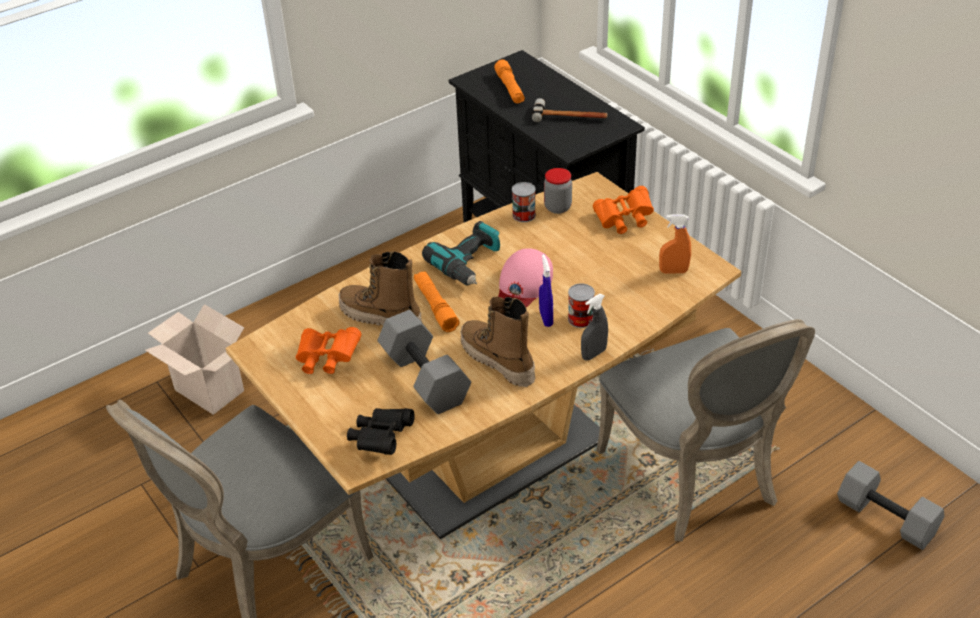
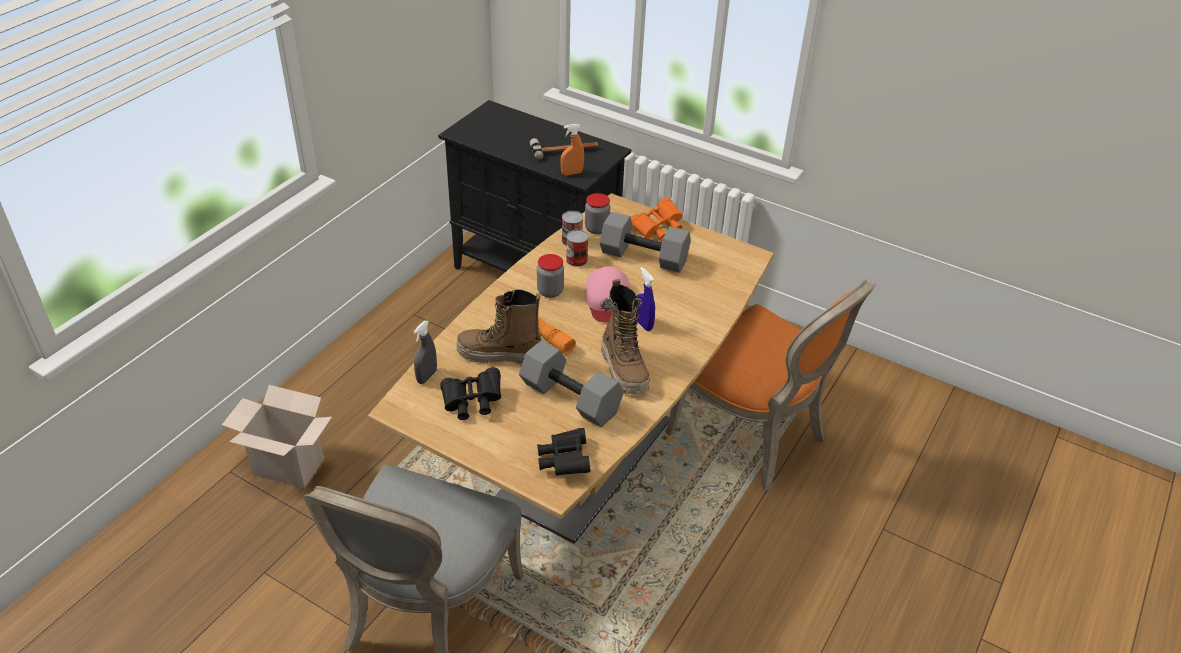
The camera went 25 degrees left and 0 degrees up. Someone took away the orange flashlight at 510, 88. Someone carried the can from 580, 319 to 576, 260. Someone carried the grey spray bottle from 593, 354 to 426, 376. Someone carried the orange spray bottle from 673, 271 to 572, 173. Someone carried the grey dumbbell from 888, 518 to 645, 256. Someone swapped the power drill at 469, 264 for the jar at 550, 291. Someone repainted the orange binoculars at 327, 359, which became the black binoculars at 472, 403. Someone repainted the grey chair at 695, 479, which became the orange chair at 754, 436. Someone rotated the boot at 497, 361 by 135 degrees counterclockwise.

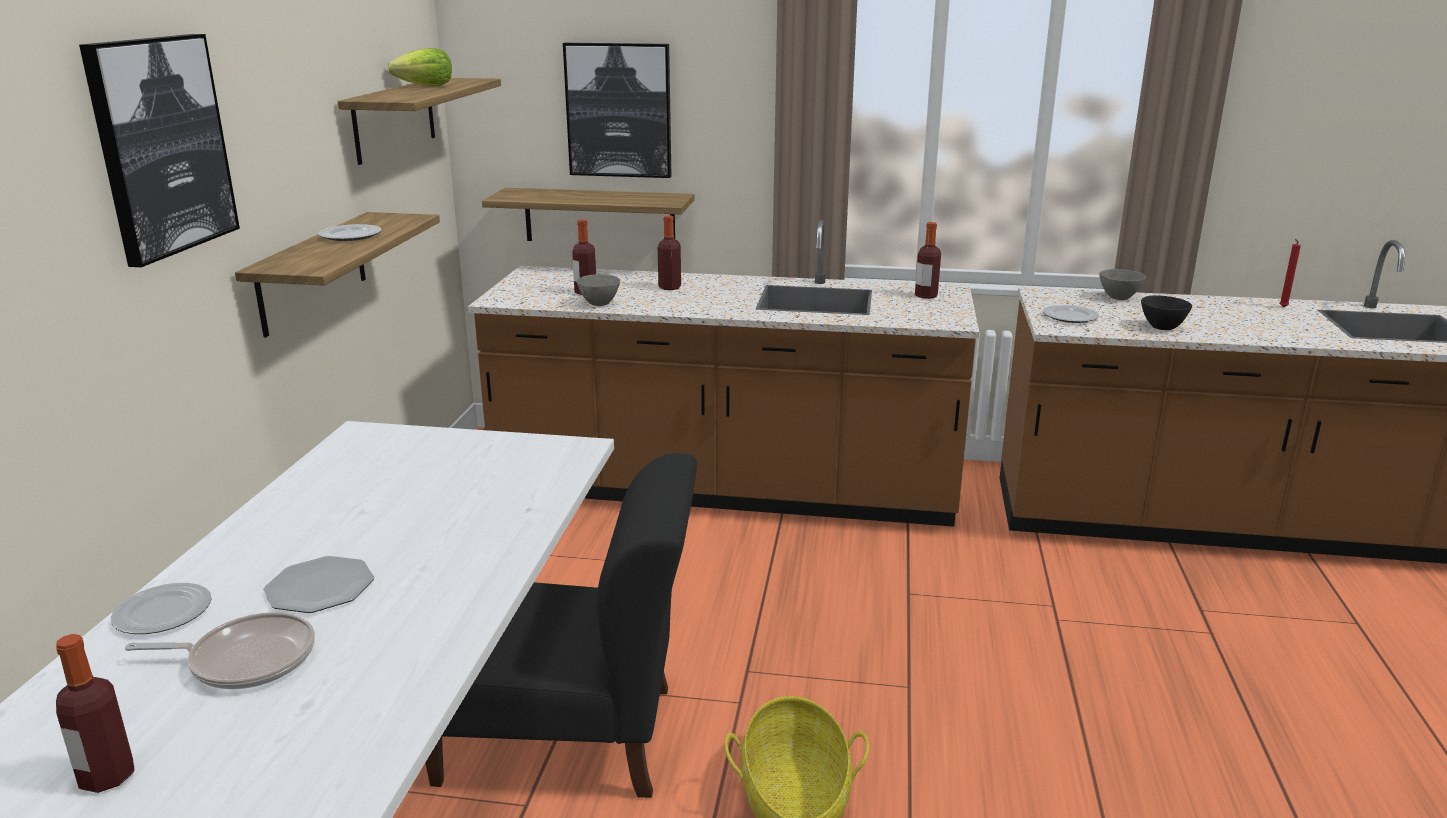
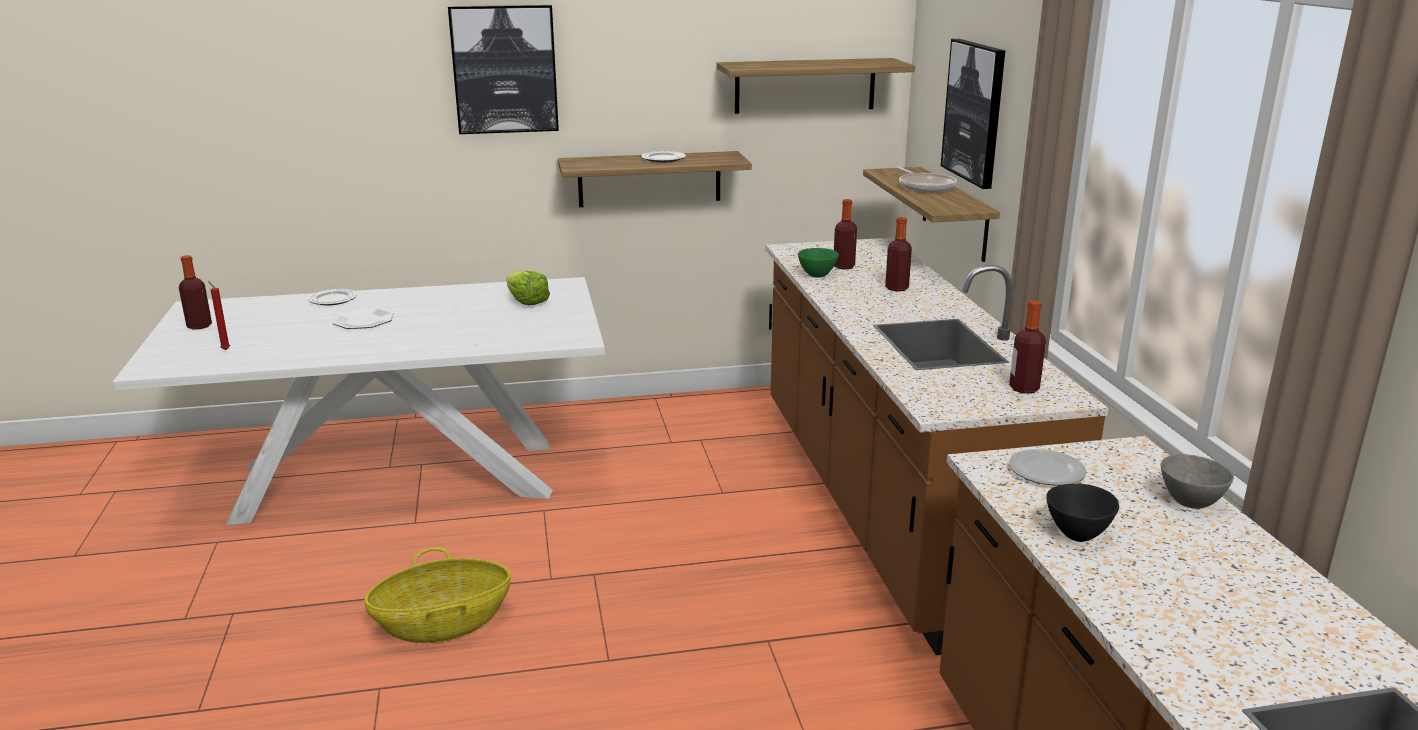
The camera went 70 degrees right and 0 degrees up. Someone took away the black chair at 568, 737. Someone carried the frying pan from 246, 660 to 924, 186. Someone carried the lettuce from 425, 86 to 527, 302. Someone carried the red candle from 1282, 307 to 225, 349. Someone repainted the grey bowl at 600, 304, which became the green bowl at 817, 275.

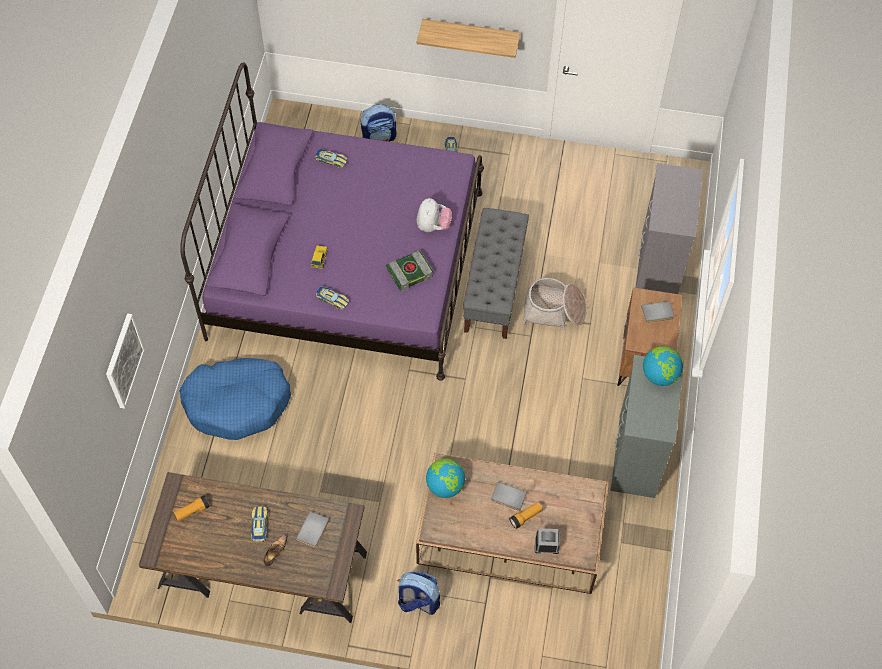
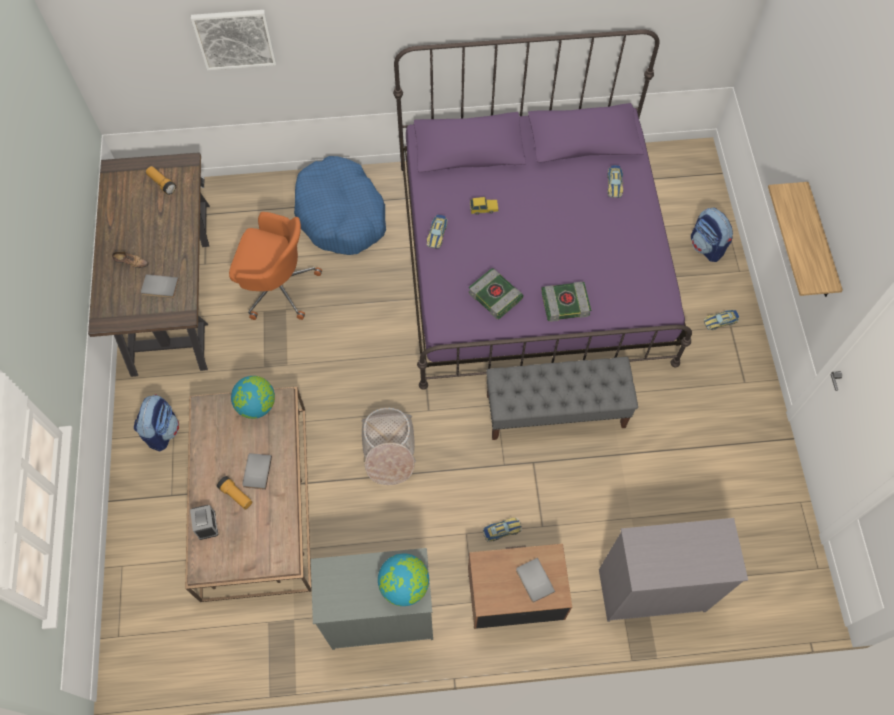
The camera went 75 degrees right and 5 degrees up. Someone put down the orange office chair at 277, 286. Someone carried the toy car from 259, 525 to 502, 530. Someone carried the basket from 554, 311 to 388, 450. Someone swapped the plush toy at 433, 226 for the book at 565, 303.

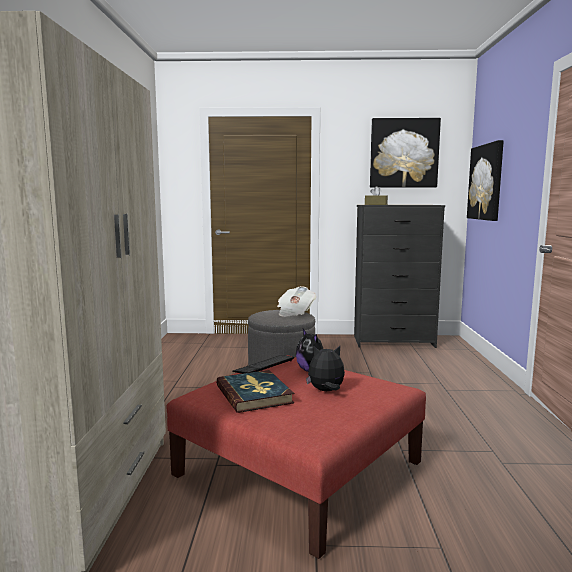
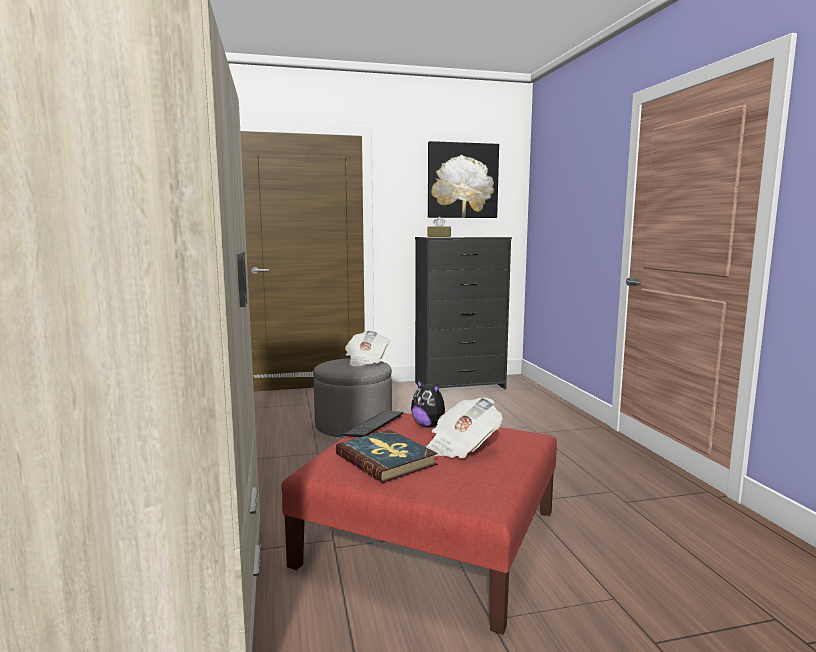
The camera went 15 degrees left and 0 degrees up. Someone took away the picture at 486, 182. Someone swapped the plush toy at 326, 391 for the newspaper at 461, 447.

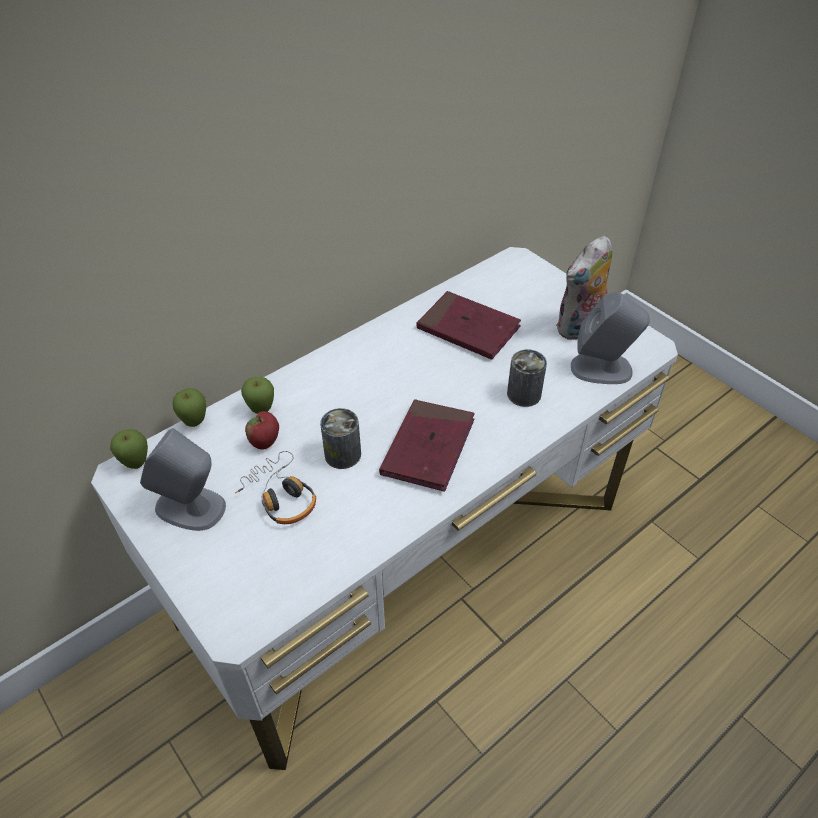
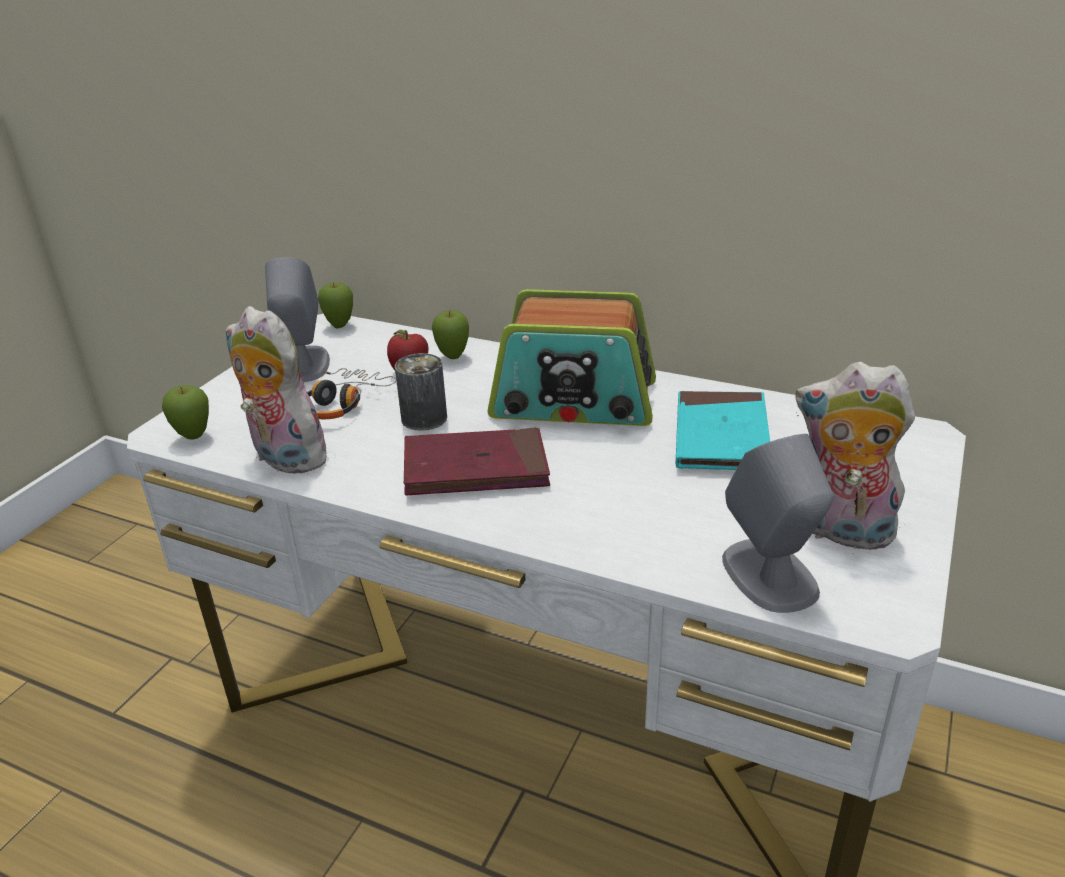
The camera went 65 degrees right and 15 degrees down. Someone took away the can at 524, 394. Someone put down the plush toy at 284, 458. Someone put down the radio at 574, 401. Someone carried the apple from 195, 423 to 194, 437. Someone repainted the red book at 468, 329, which became the turquoise book at 721, 437.

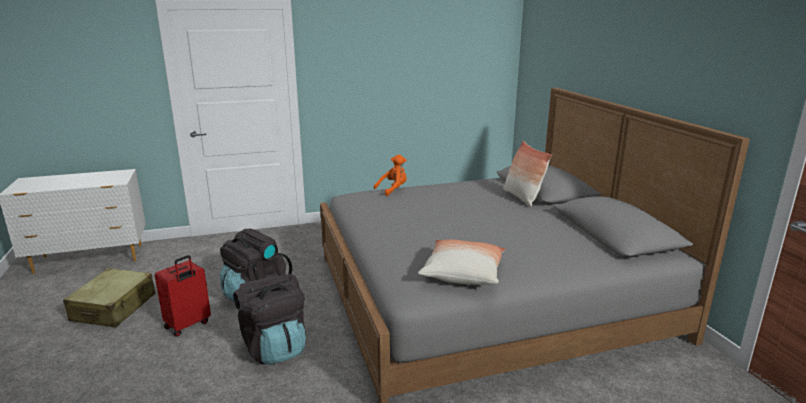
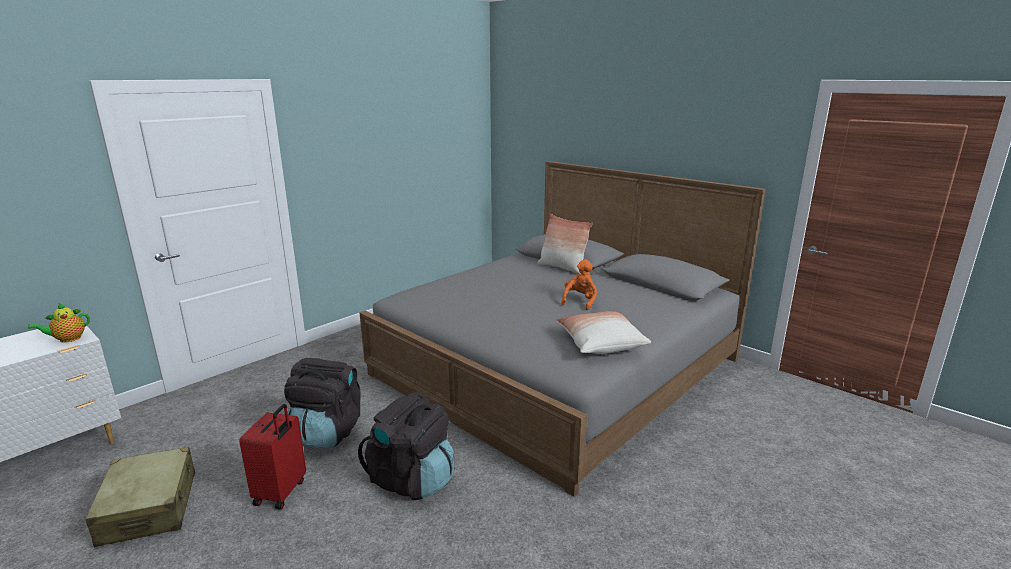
The camera went 30 degrees left and 0 degrees up. Someone put down the teapot at 67, 339. Someone carried the orange plush toy from 393, 190 to 580, 301.

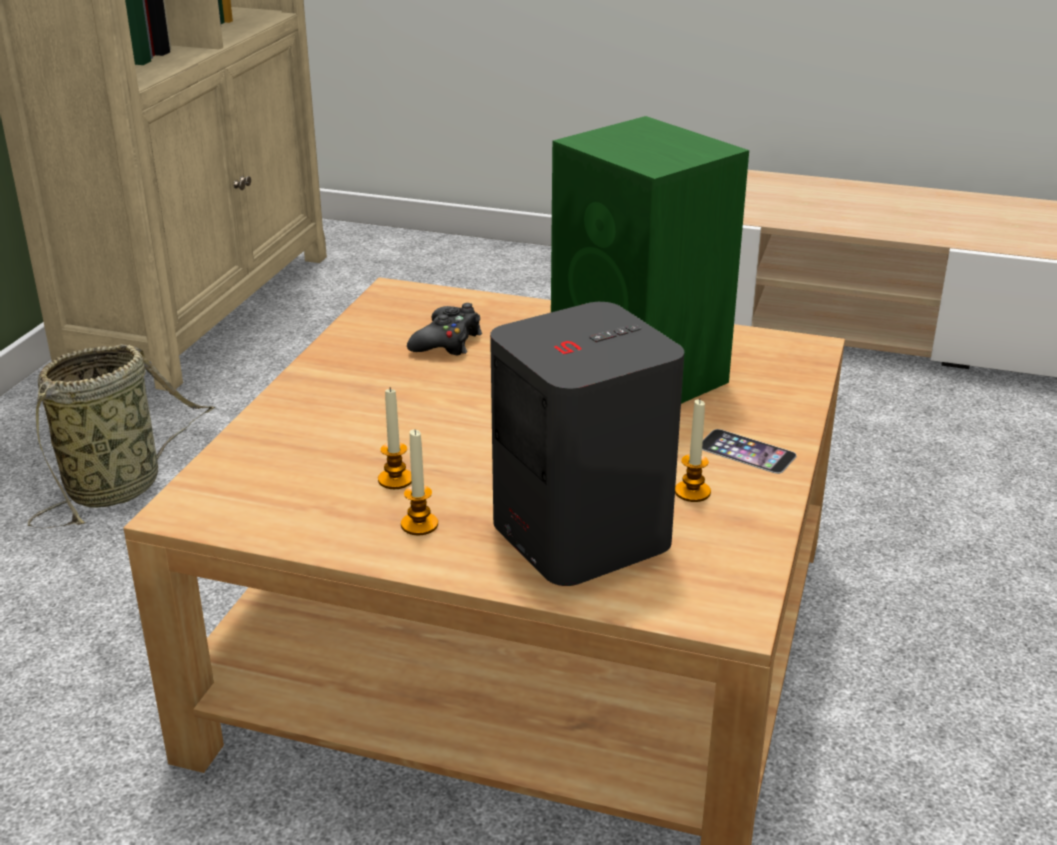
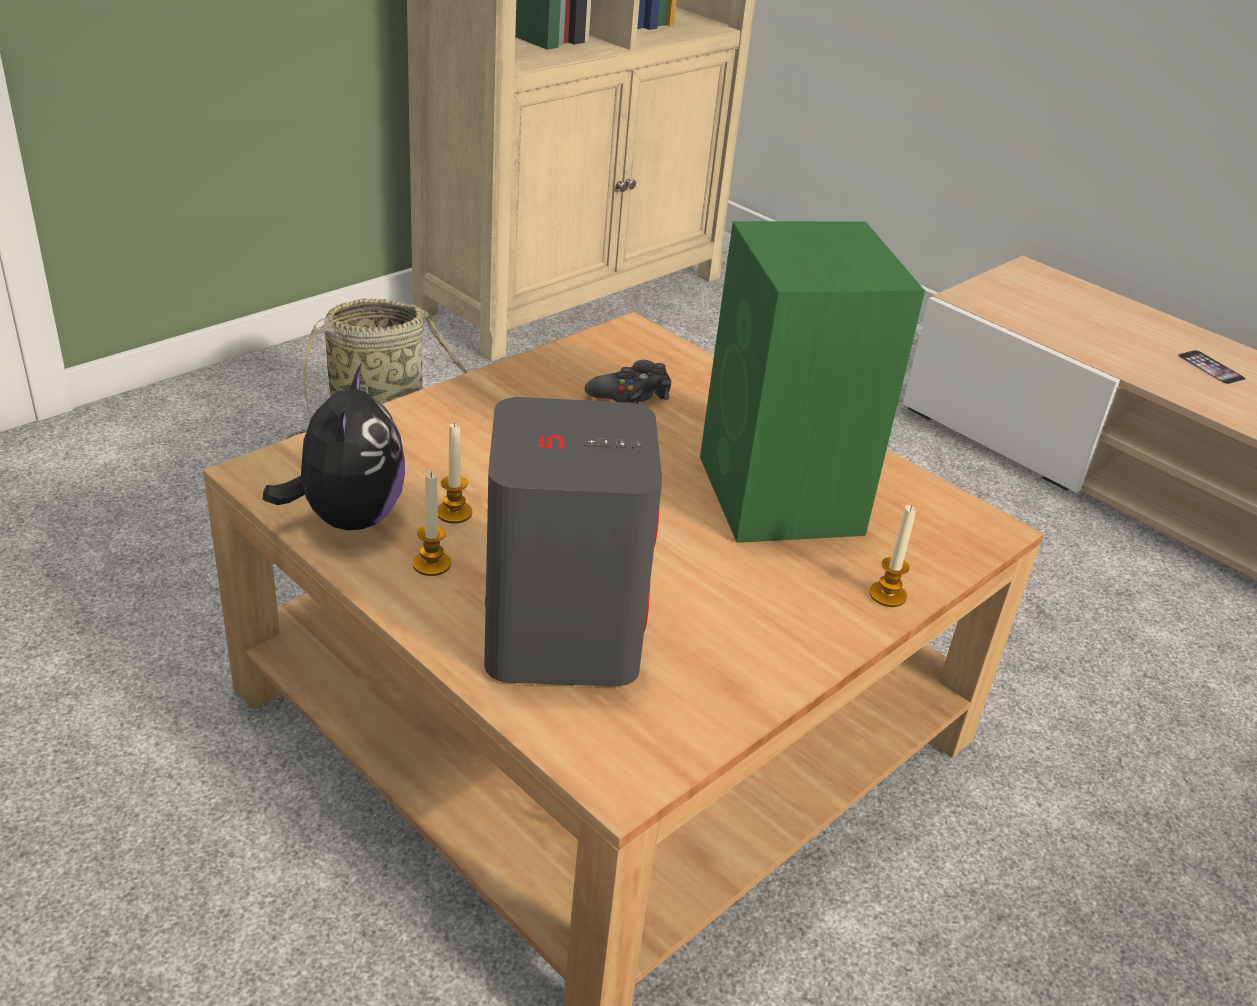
The camera went 25 degrees right and 5 degrees up. Someone put down the plush toy at 347, 518. Someone carried the candle from 692, 492 to 887, 595. Someone carried the phone from 746, 451 to 1211, 367.

